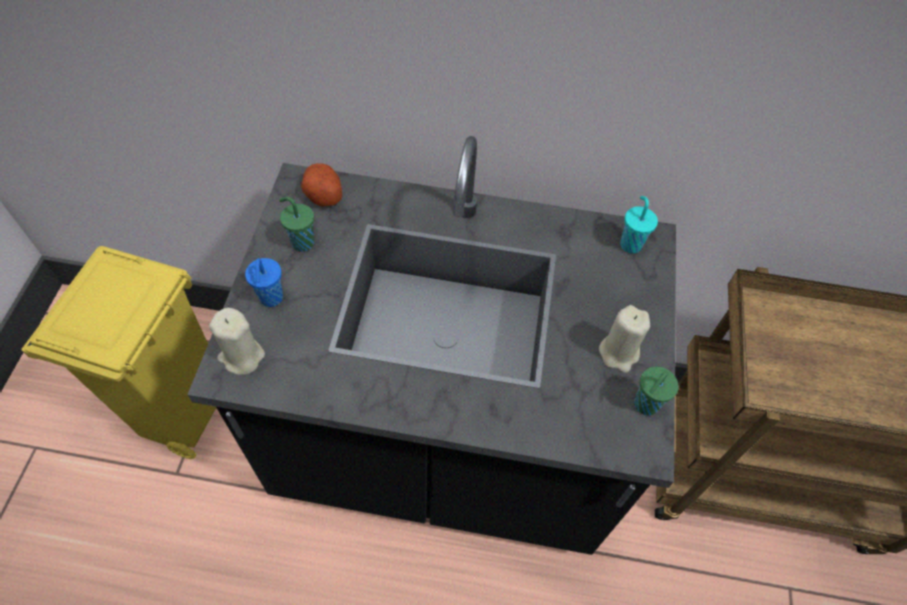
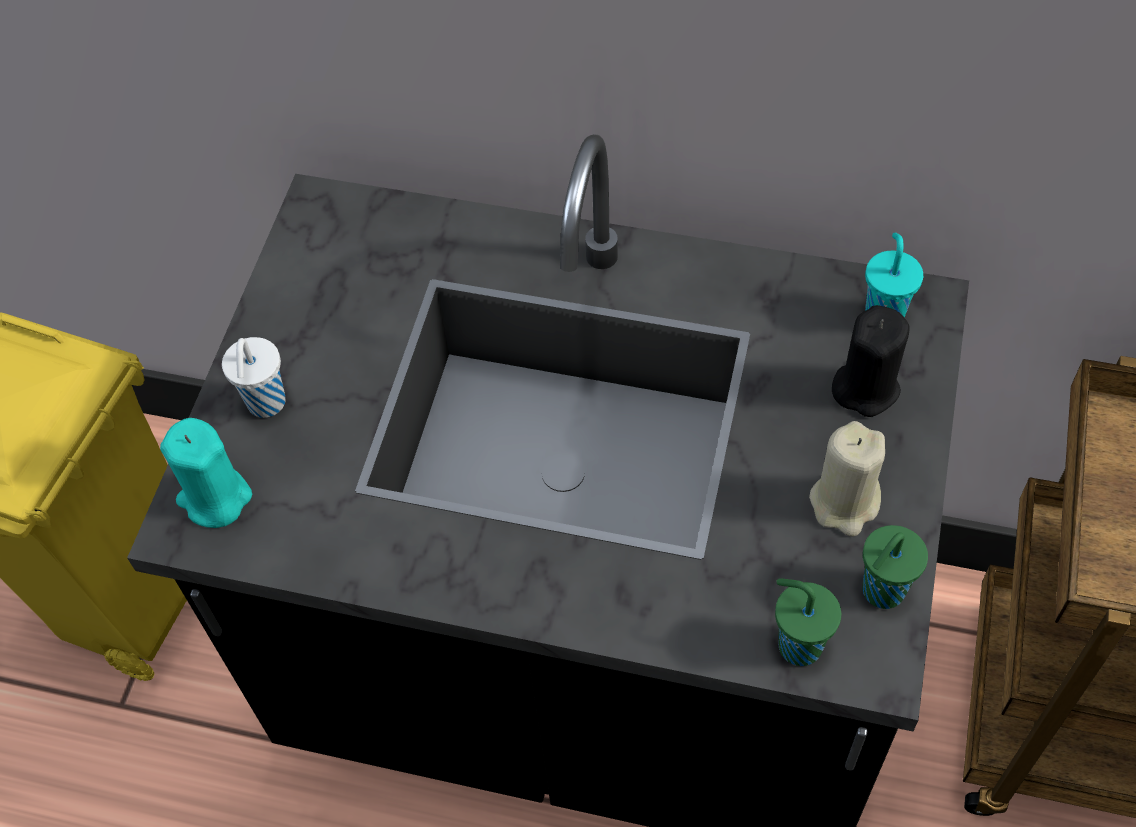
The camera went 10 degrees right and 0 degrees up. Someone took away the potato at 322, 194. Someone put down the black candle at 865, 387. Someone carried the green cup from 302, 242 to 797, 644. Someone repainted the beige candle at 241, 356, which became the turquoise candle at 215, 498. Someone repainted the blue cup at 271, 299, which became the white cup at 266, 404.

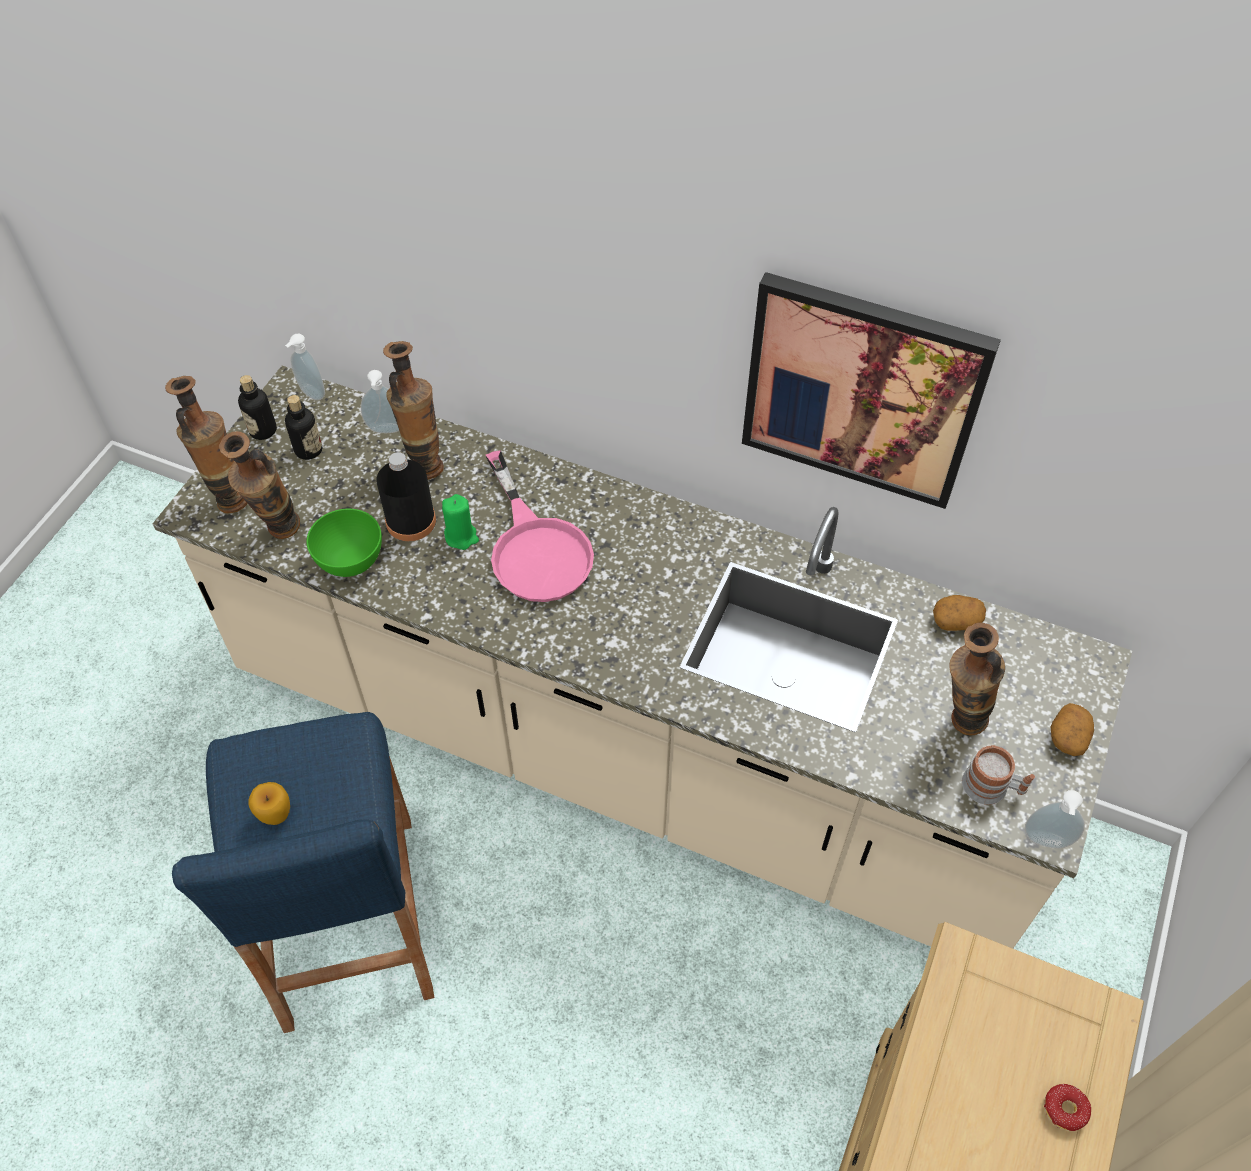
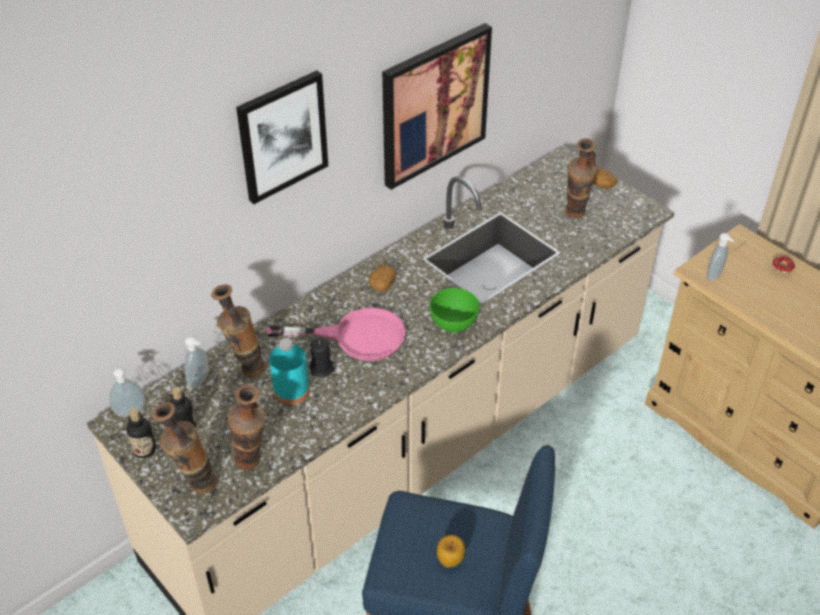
The camera went 65 degrees left and 10 degrees down. Someone took away the mug at 992, 787. Someone put up the picture at 282, 136. Someone carried the green bowl from 350, 560 to 453, 324. Someone carried the potato from 956, 620 to 382, 284. Someone carried the soap dispenser from 1046, 842 to 715, 276. Someone repainted the black bottle at 411, 521, which became the turquoise bottle at 291, 390. Someone repainted the green candle at 461, 536, which became the black candle at 322, 369.

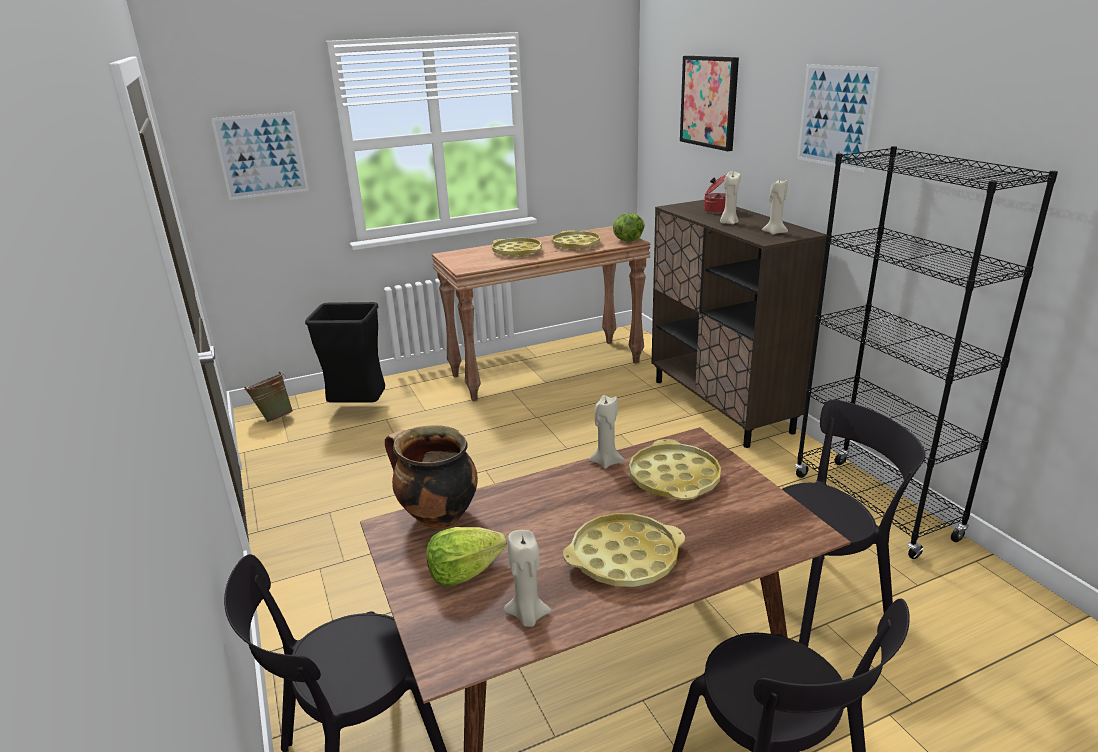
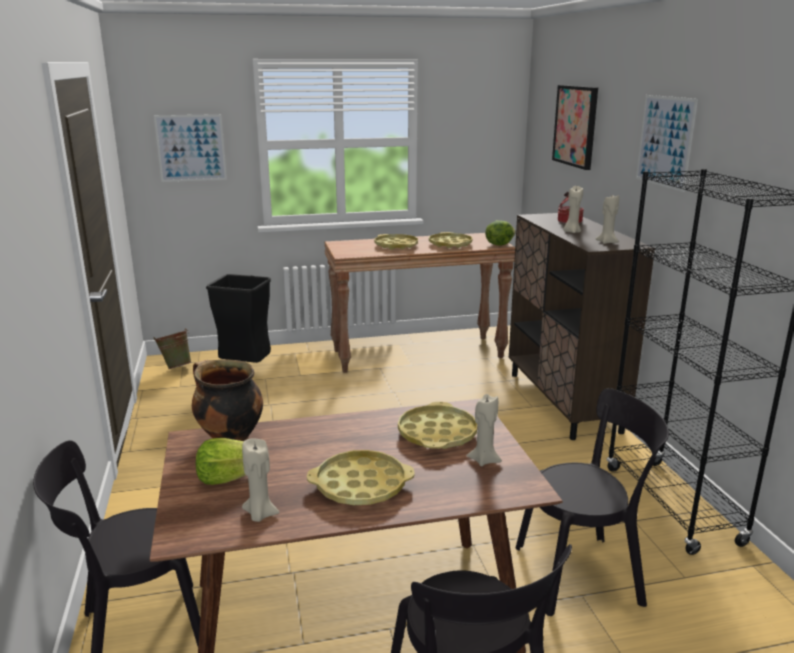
The camera went 10 degrees right and 5 degrees down. Someone carried the beige candle from 606, 462 to 484, 460.

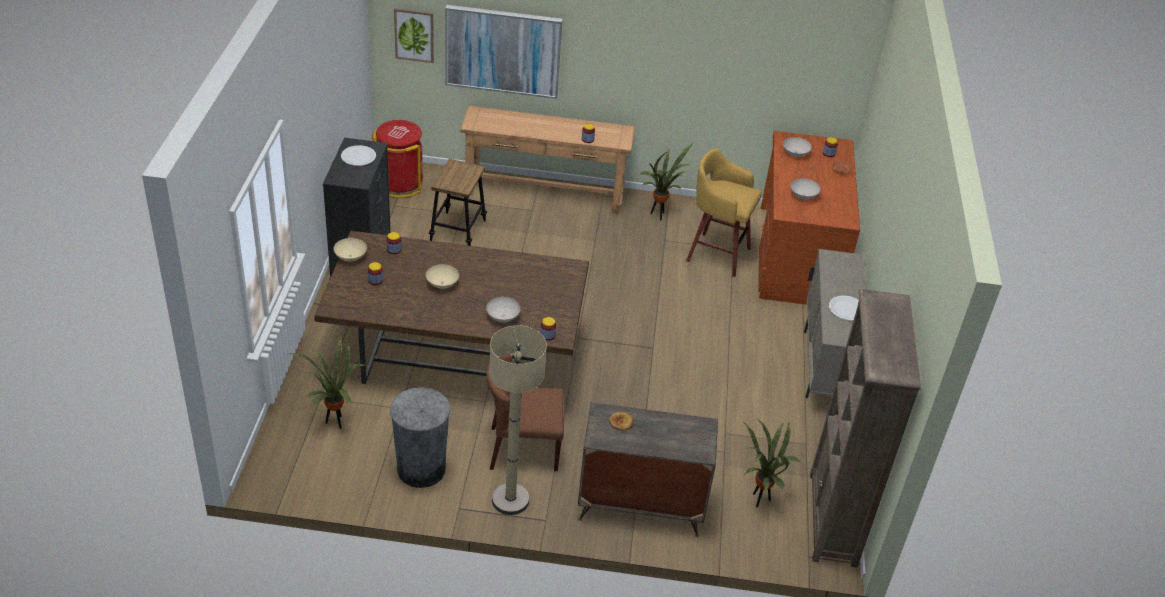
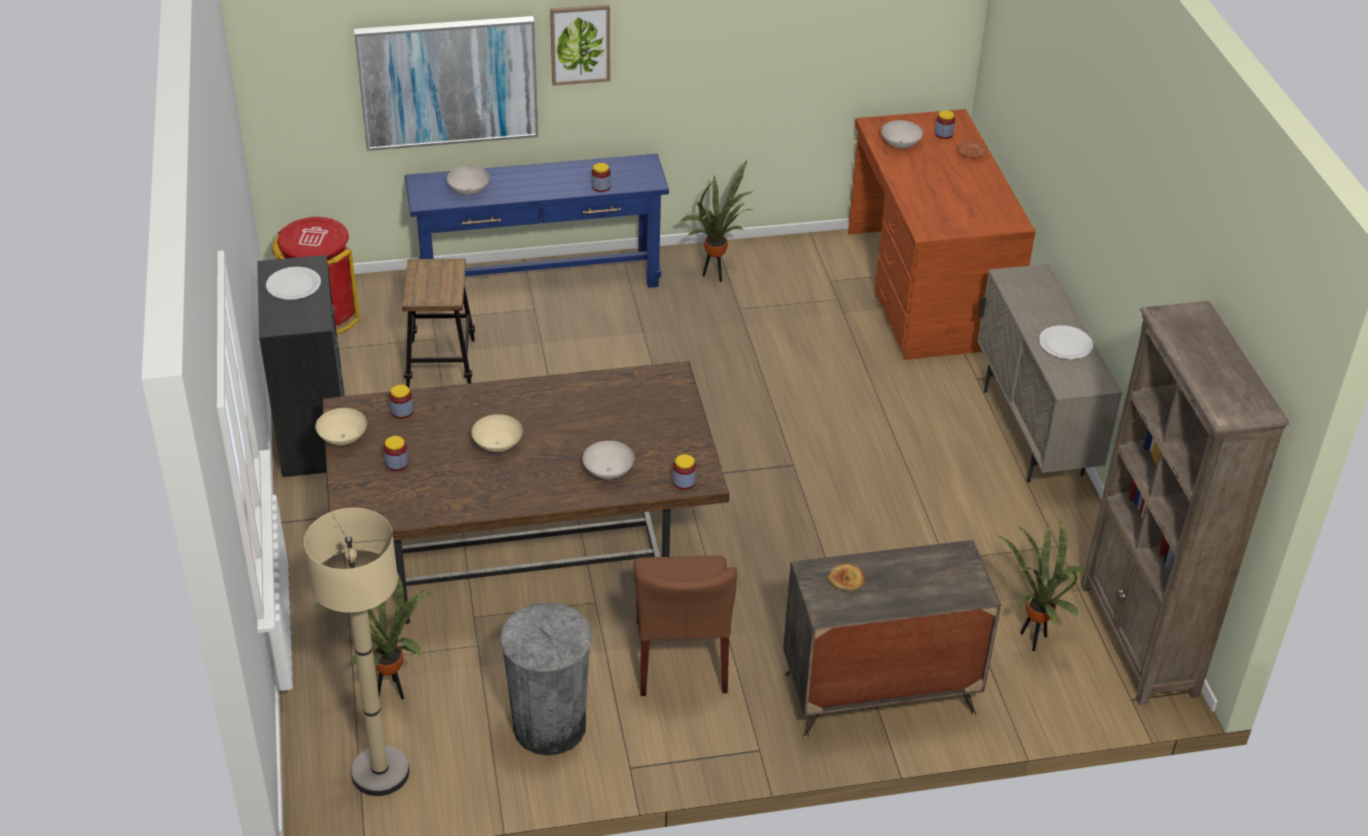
The camera went 15 degrees left and 0 degrees up. Someone took away the yellow stool at 716, 254. Someone carried the picture from 414, 34 to 580, 44. Someone carried the beige floor lamp from 510, 500 to 380, 772. Someone carried the white bowl from 803, 196 to 469, 191. Someone repainted the brown console table at 544, 193, which became the blue console table at 540, 280. Someone rotated the brown chair at 523, 449 by 75 degrees counterclockwise.

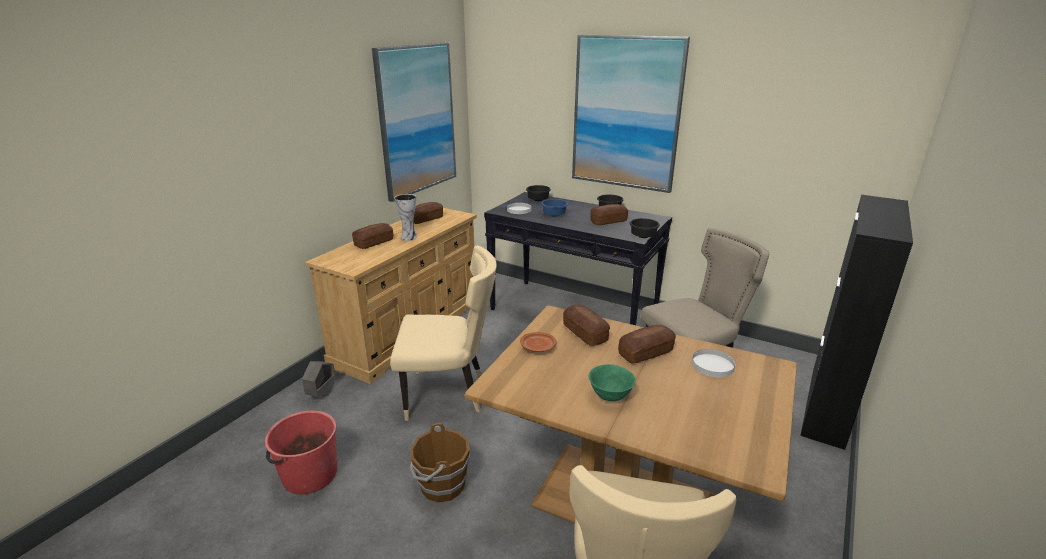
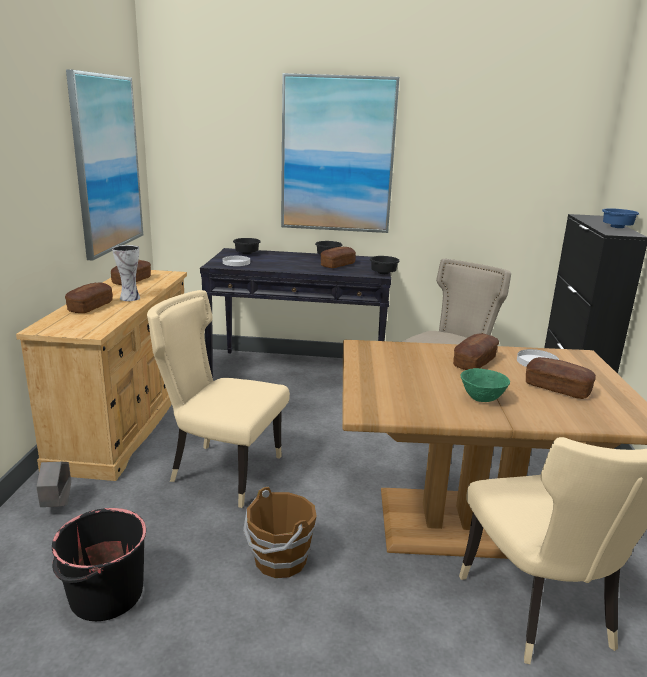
The camera went 25 degrees left and 5 degrees down. Someone took away the brown plate at 538, 347. Someone carried the blue bowl from 553, 215 to 616, 227. Someone carried the bread from 585, 333 to 557, 388. Someone repainted the red bucket at 309, 474, which became the black bucket at 105, 595. Someone rotated the beige chair at 449, 394 by 135 degrees counterclockwise.

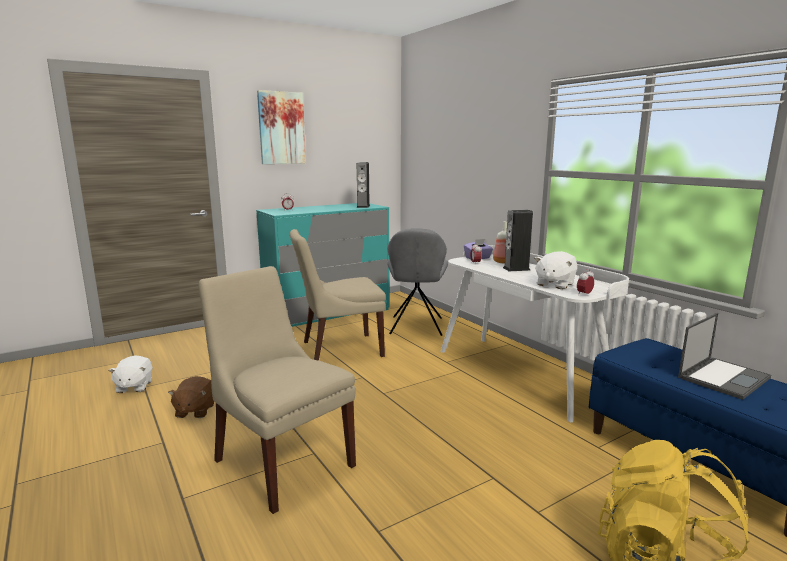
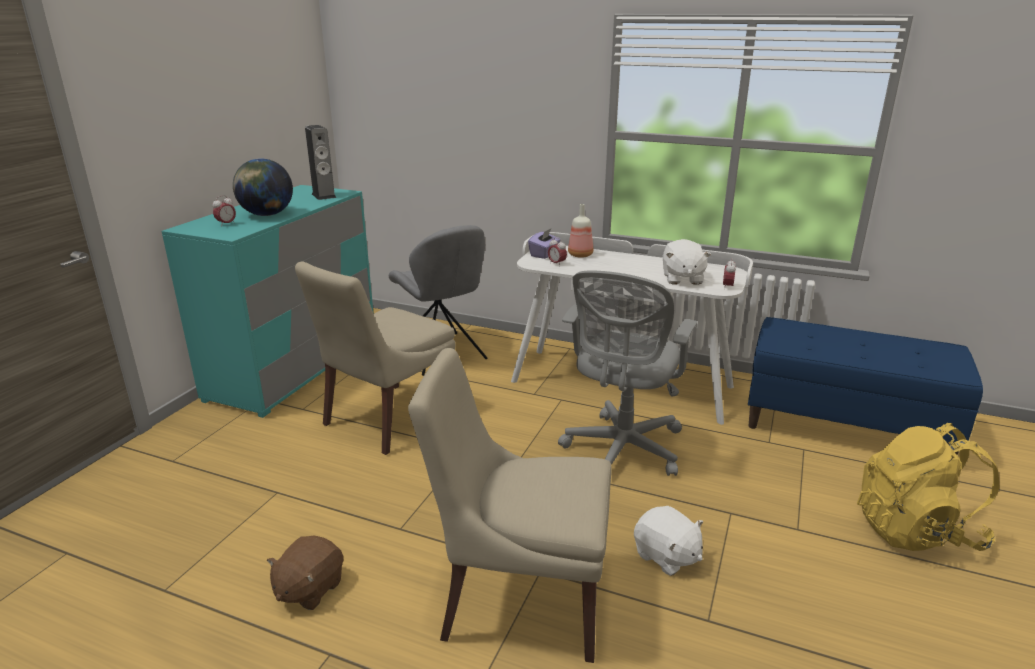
The camera went 35 degrees left and 10 degrees up. Someone took away the picture at 281, 128. Someone took away the speaker at 516, 269. Someone took away the laptop at 724, 377. Someone put down the globe at 266, 215. Someone put down the grey office chair at 621, 451. Someone carried the white plush toy from 134, 387 to 666, 556. Someone rotated the brown plush toy at 194, 411 by 60 degrees clockwise.

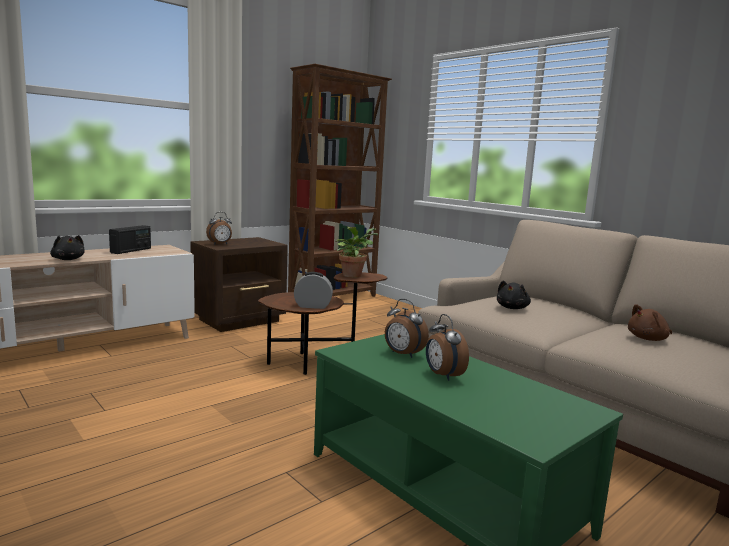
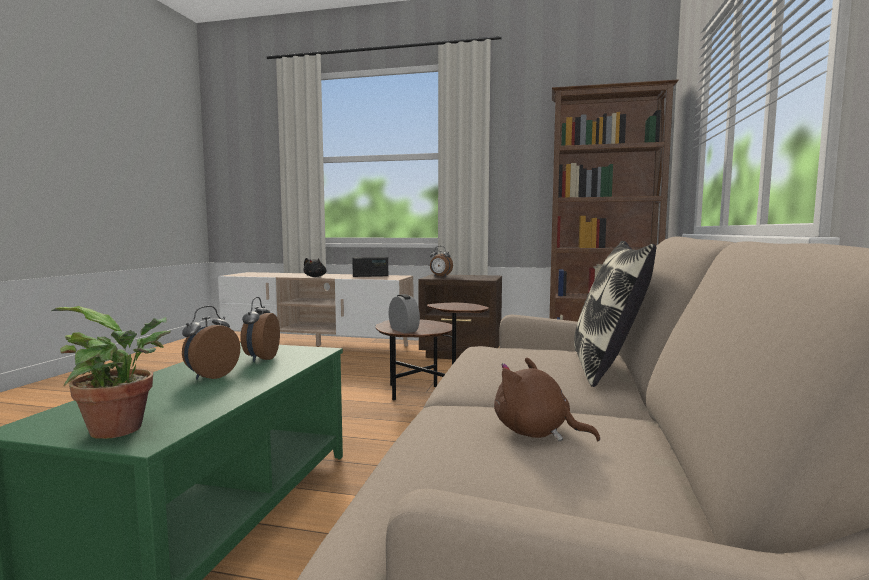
The camera went 55 degrees right and 5 degrees down. Someone took away the black plush toy at 512, 308. Someone put down the pillow at 606, 368. Someone carried the potted plant from 353, 275 to 123, 429.

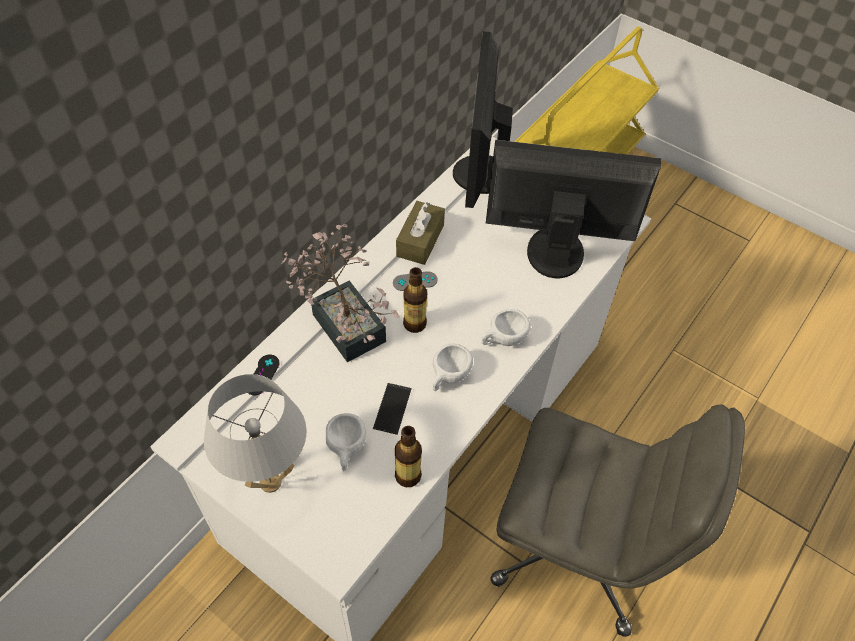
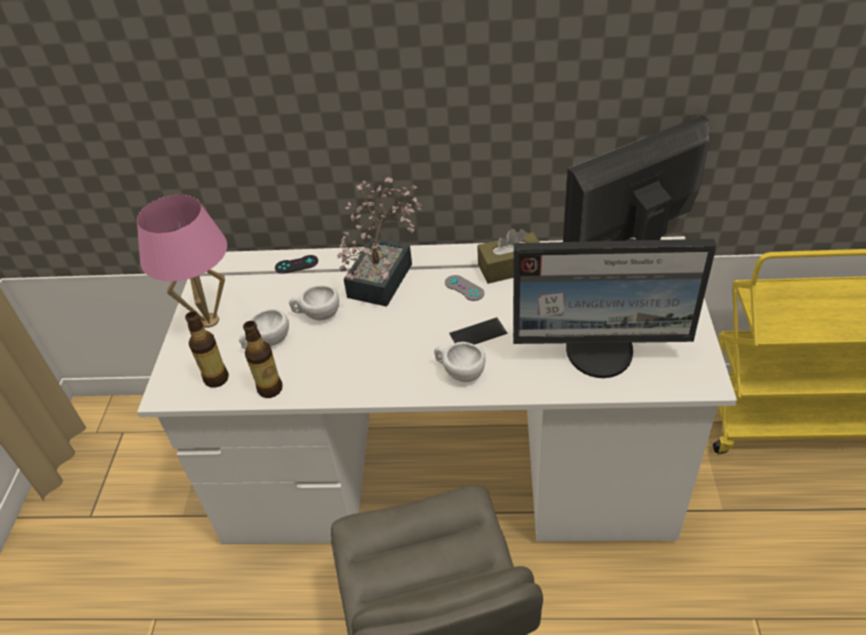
The camera went 60 degrees right and 10 degrees down. Someone carried the phone from 392, 408 to 478, 334. Someone carried the bottle from 415, 324 to 216, 379. Someone carried the white cup from 448, 377 to 317, 314. Someone repainted the white table lamp at 271, 482, which became the pink table lamp at 210, 320. Someone rotated the monitor at 554, 250 by 120 degrees clockwise.

